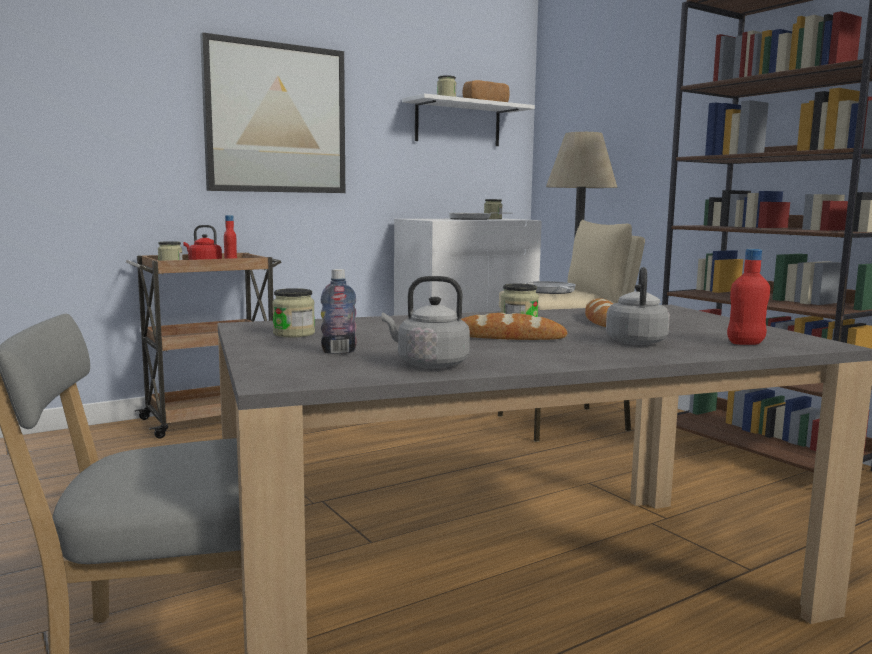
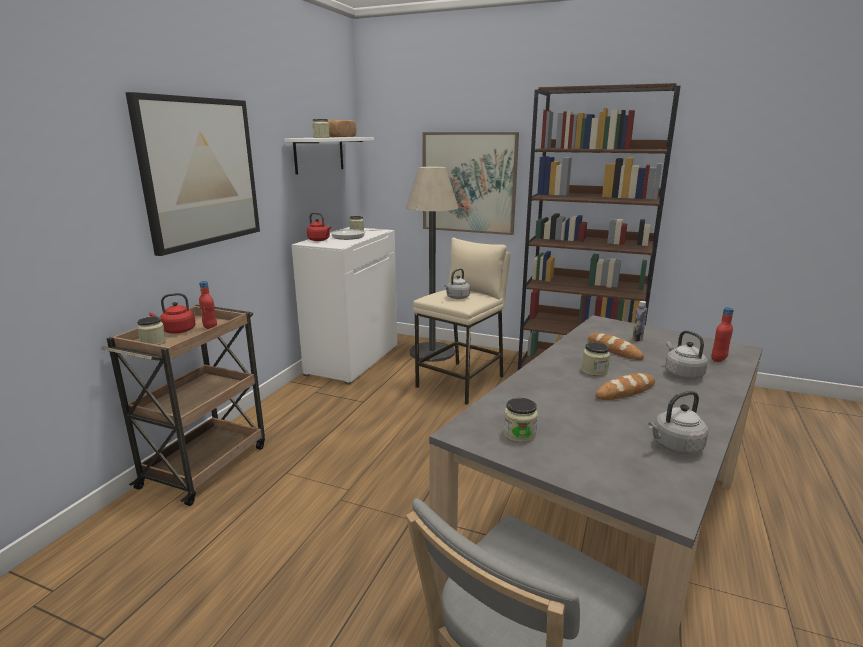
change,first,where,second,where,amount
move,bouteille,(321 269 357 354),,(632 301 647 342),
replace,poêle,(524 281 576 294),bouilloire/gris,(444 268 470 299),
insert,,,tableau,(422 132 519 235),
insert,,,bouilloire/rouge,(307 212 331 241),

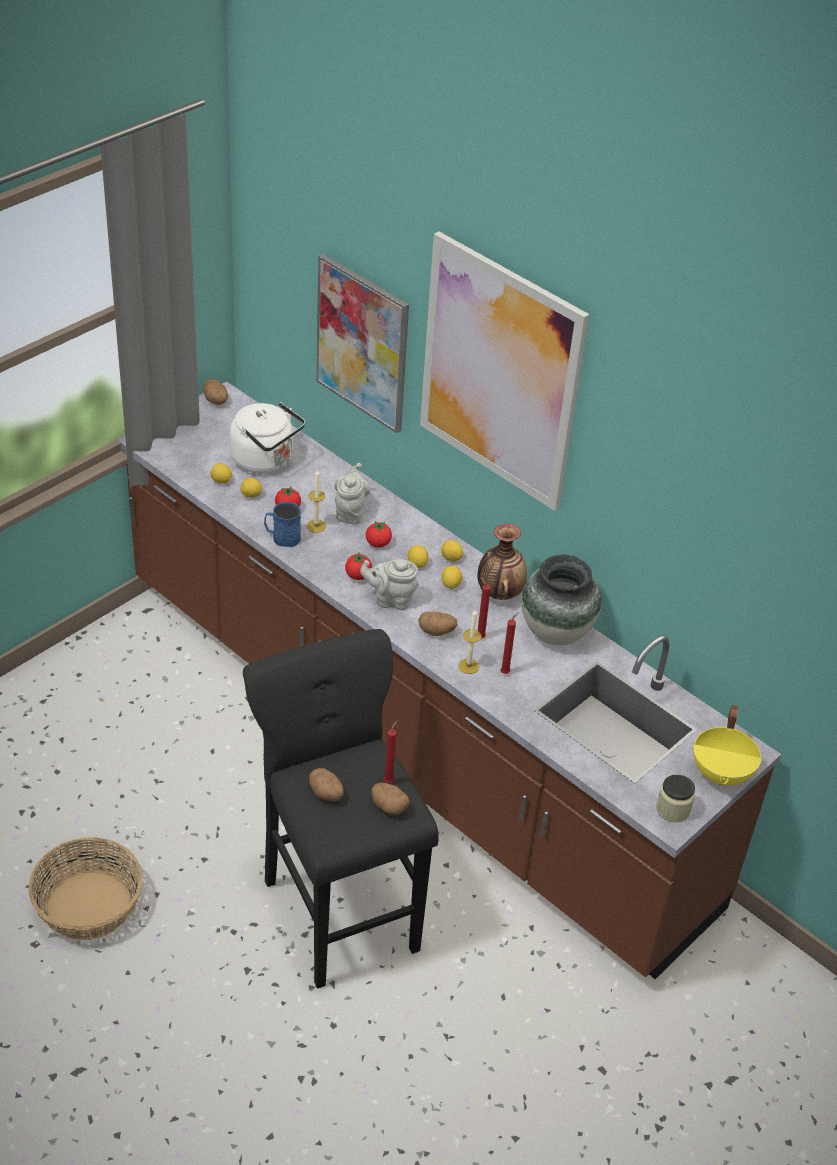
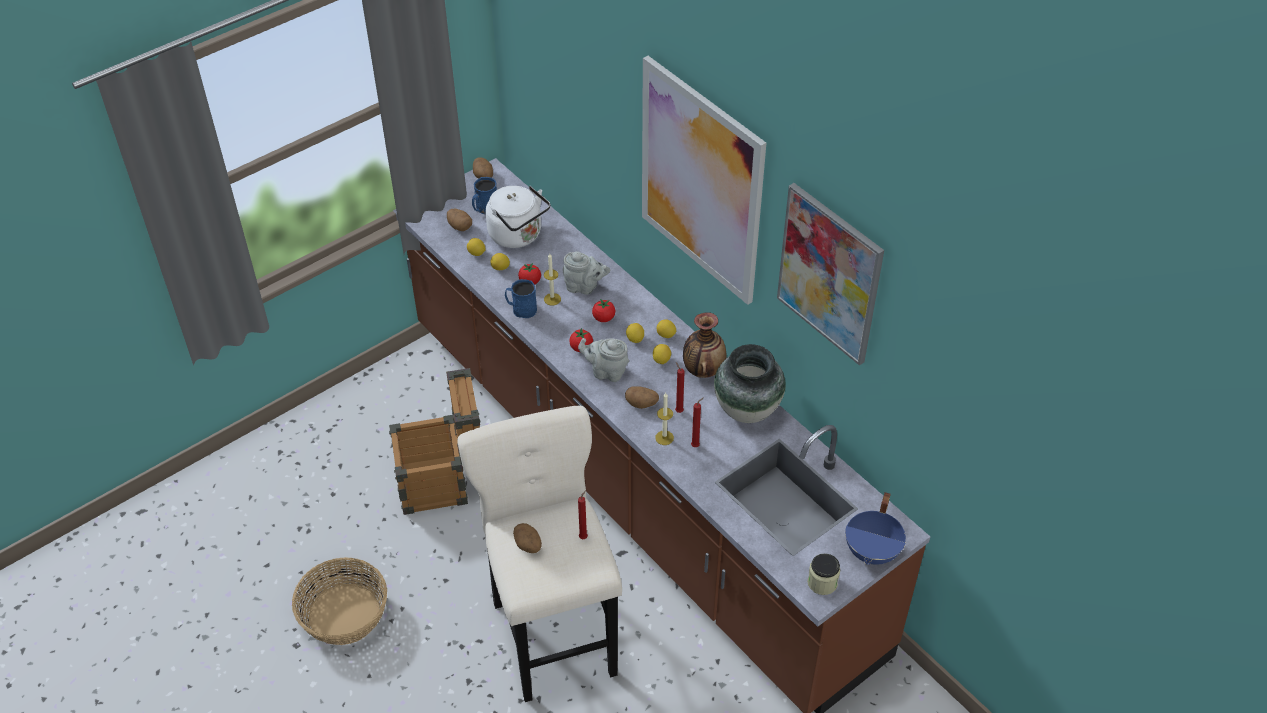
change,first,where,second,where,amount
move,tableau,(316 254 409 433),,(777 183 884 366),
rotate,théière/gris,(334 463 370 525),,(563 252 610 295),90 degrees clockwise
recolor,tabouret/noir,(243 629 439 989),tabouret/beige,(457 406 622 702),
recolor,marmite/jaune,(693 705 762 786),marmite/bleu,(845 492 906 565),
move,pomme de terre,(371 783 410 815),,(447 209 472 231),
insert,,,mug/bleu,(472 177 497 214),
insert,,,caisse,(389 368 480 515),

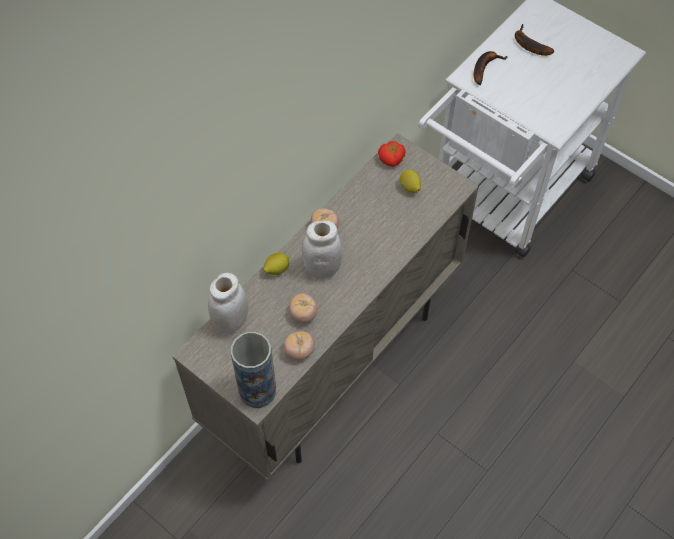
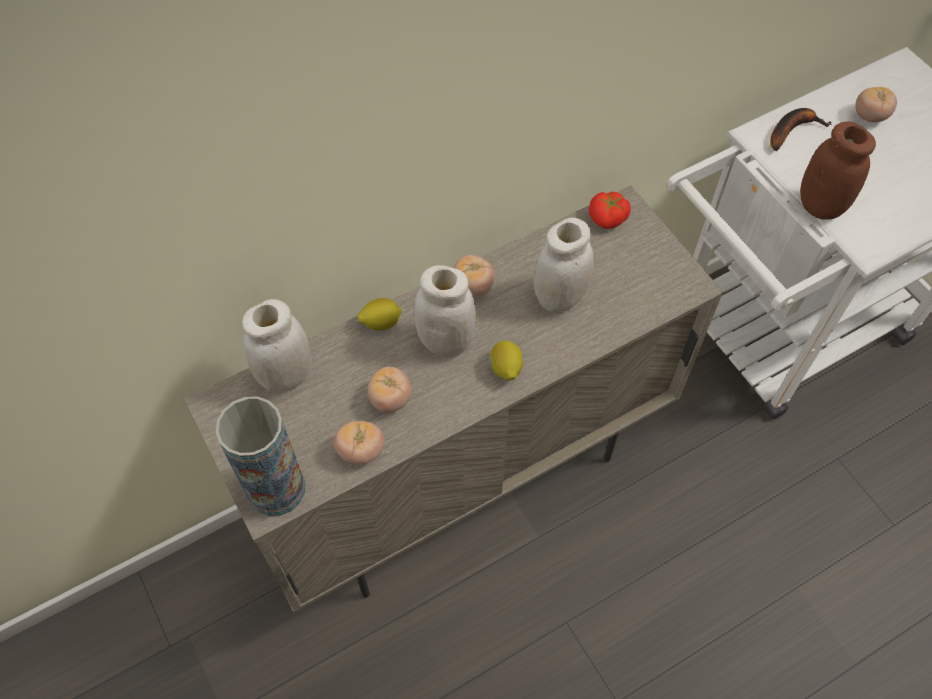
change,first,where,second,where,amount
replace,banane,(515 24 554 56),tomate,(855 87 897 123),
move,citron,(400 170 421 193),,(490 340 523 381),
insert,,,bocal/marron,(800 122 876 220),
insert,,,bocal/blanc,(533 218 594 313),

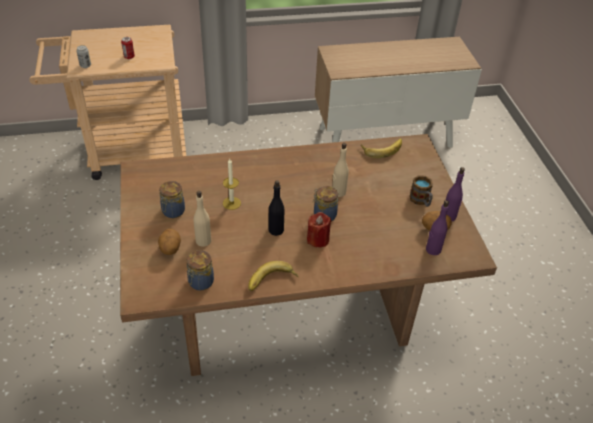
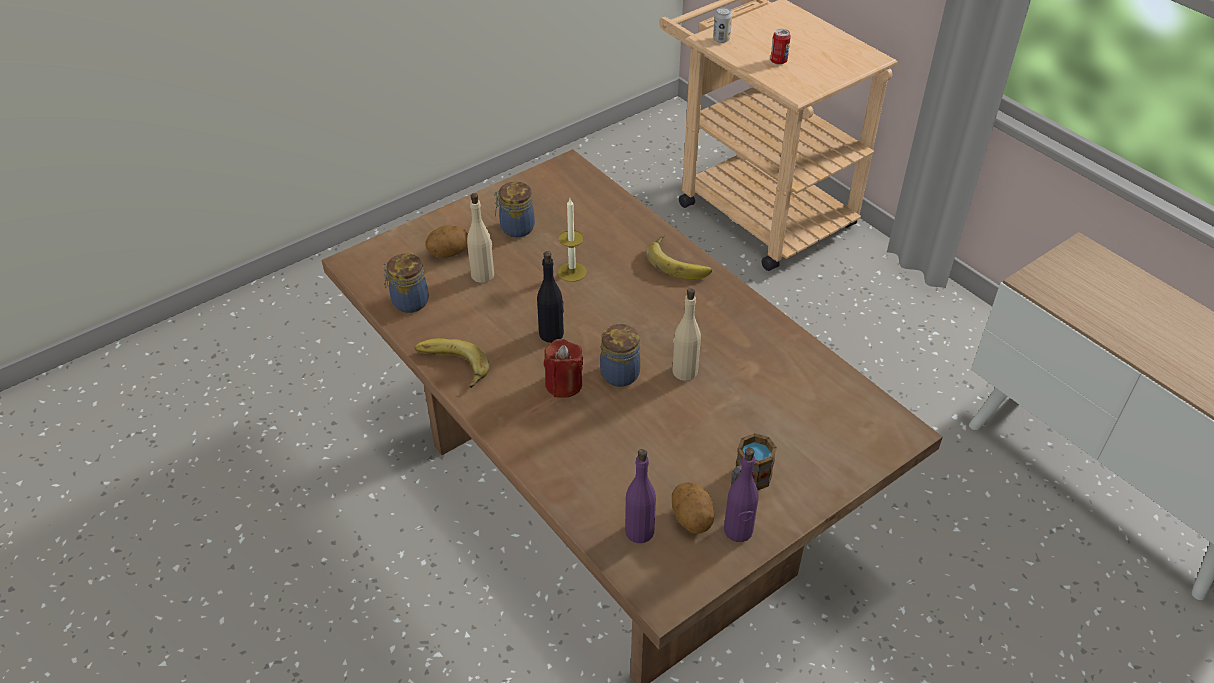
change,first,where,second,where,amount
move,banane,(361 139 402 158),,(646 235 712 279),

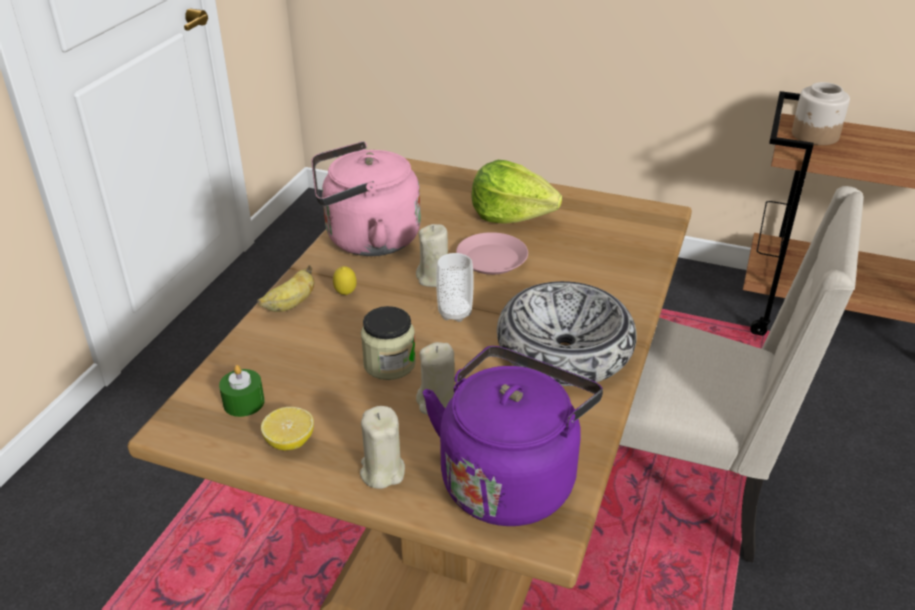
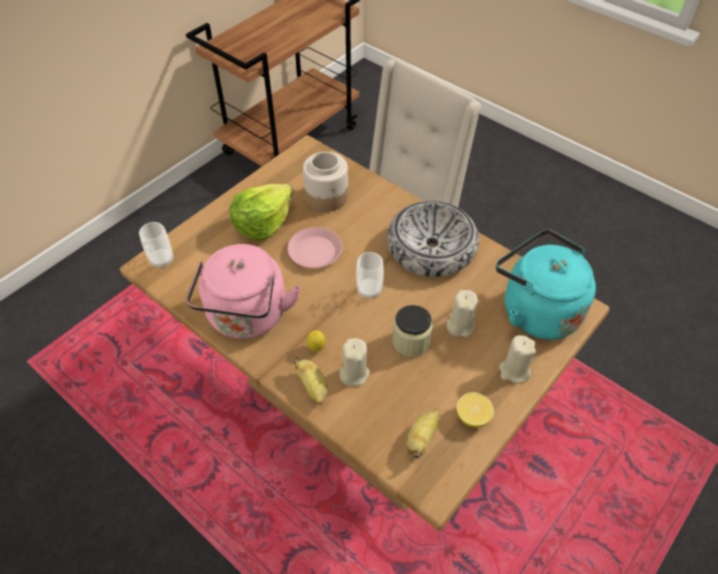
change,first,where,second,where,amount
move,bocal,(792 82 850 145),,(303 152 348 212),
move,bougie/beige,(416 224 448 287),,(340 338 370 386),
recolor,bouilloire/violet,(423 346 603 526),bouilloire/turquoise,(496 230 596 340),
replace,bougie/vert,(219 365 265 417),banane,(406 409 440 458),
insert,,,tasse,(139 222 173 268),

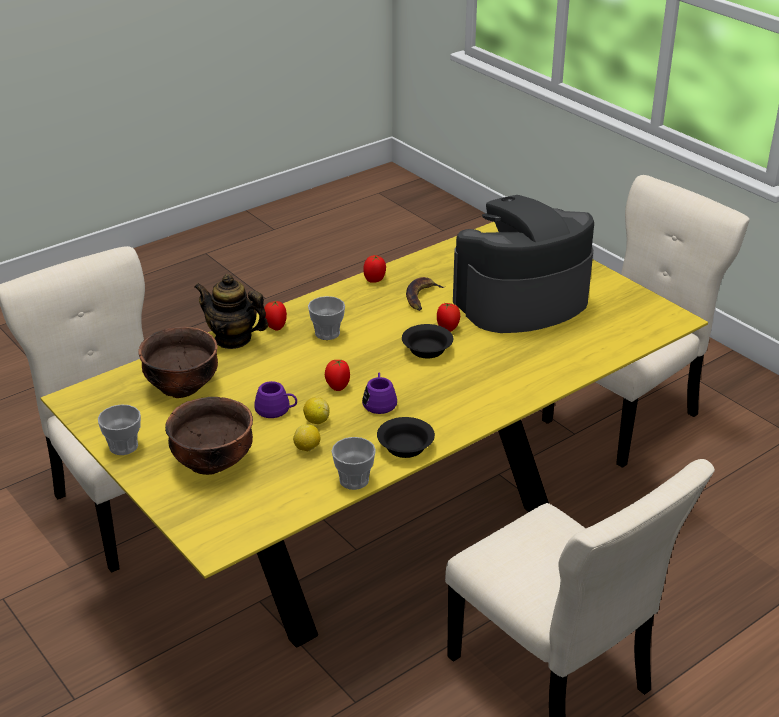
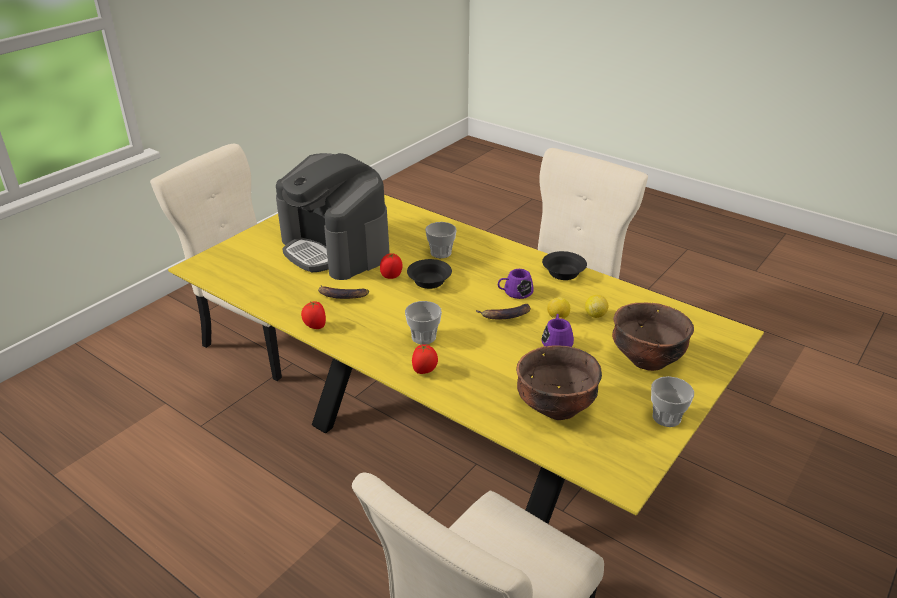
change,first,where,second,where,amount
delete,théière,(194 274 269 349),,,
replace,tomate,(325 359 350 391),banane,(476 304 531 319),
move,tasse,(332 437 376 490),,(425 222 457 258),

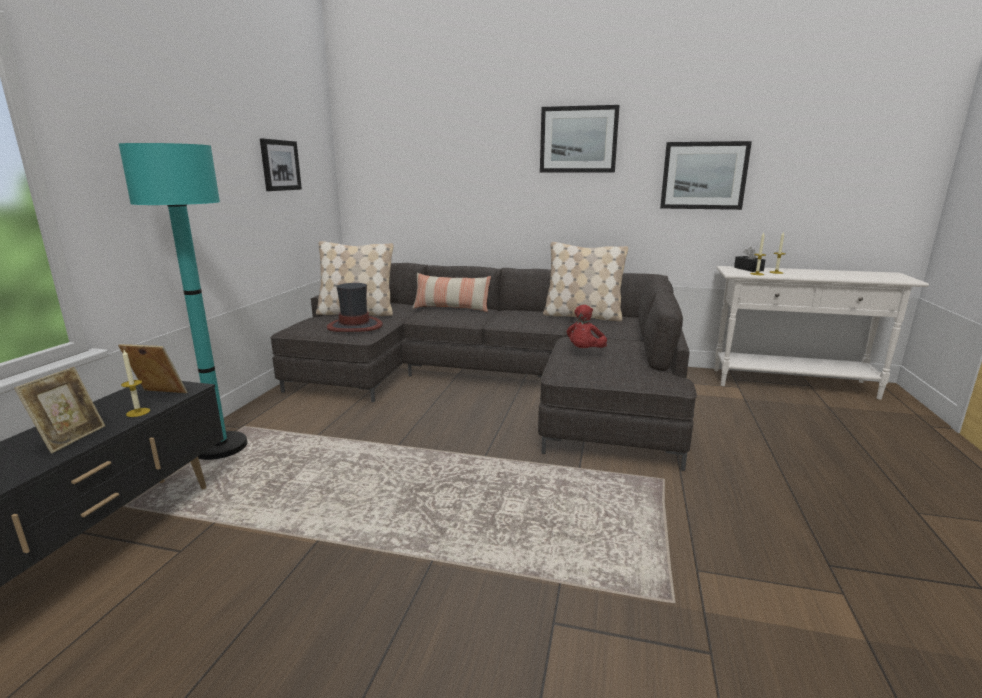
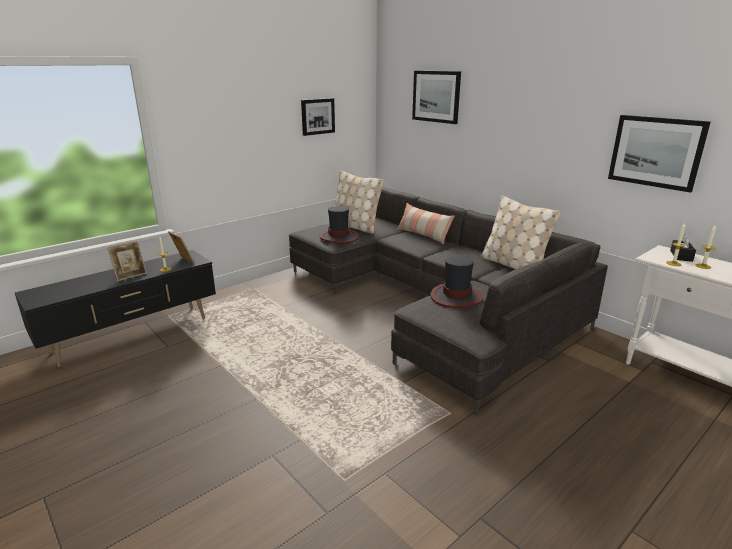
change,first,where,second,where,amount
move,tableau,(540 105 620 172),,(412 71 461 124),
delete,lampadaire/turquoise,(119 143 248 460),,,
replace,peluche/rouge,(567 305 607 348),chapeau,(430 255 483 308),

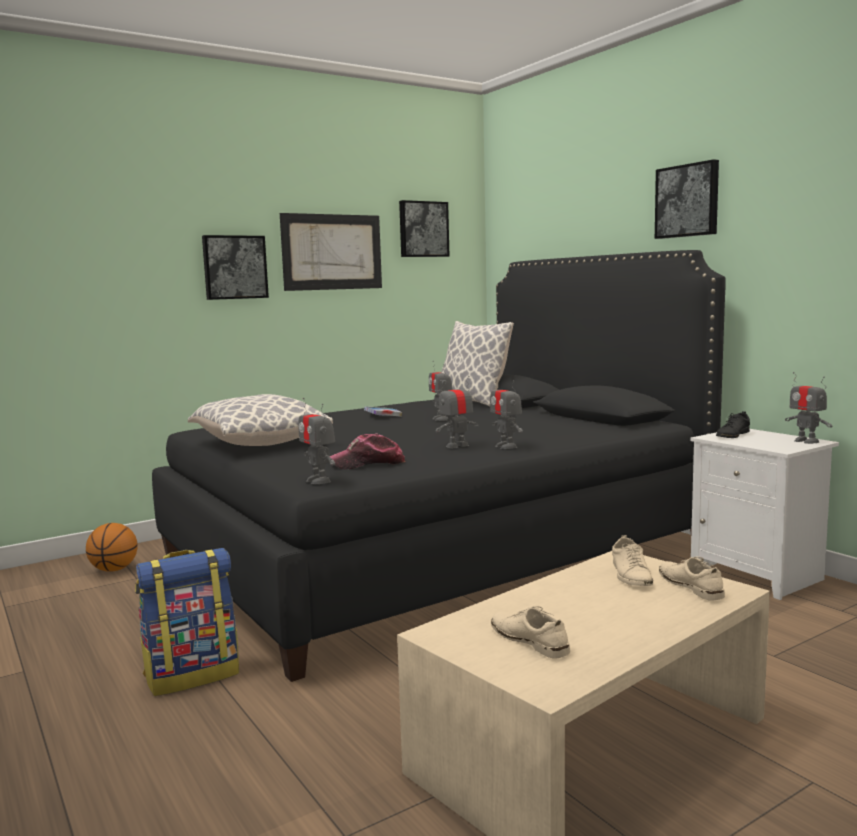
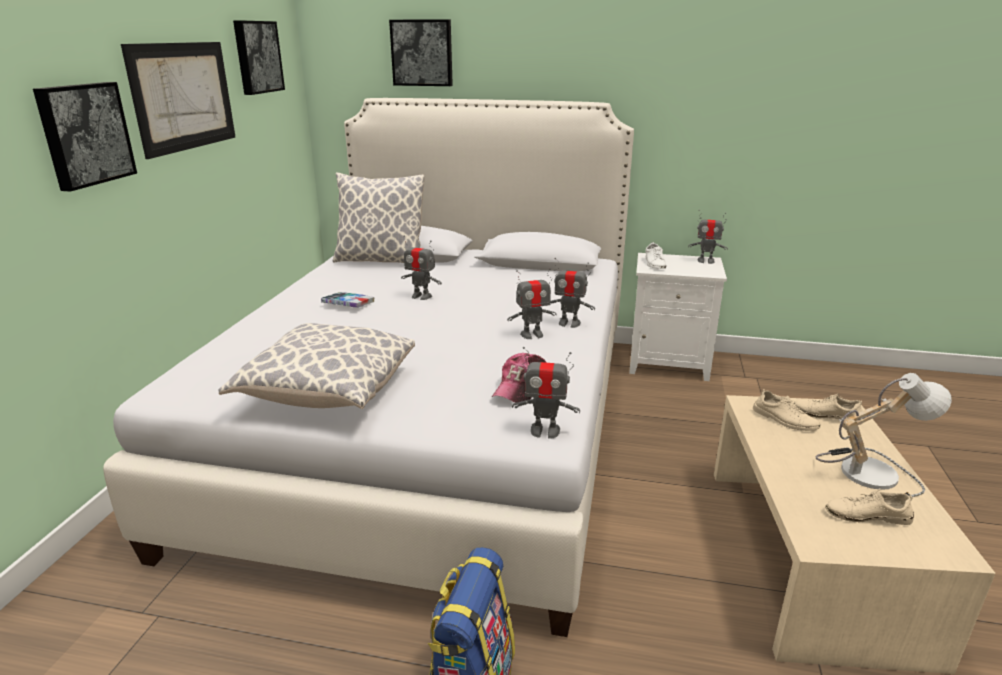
change,first,where,second,where,amount
move,tableau,(655 159 719 239),,(389 19 453 86),
recolor,lit/noir,(152 250 726 682),lit/blanc,(103 98 634 637),
rotate,robot jouet,(435 376 479 449),,(507 269 557 339),120 degrees counterclockwise
recolor,chaussure/noir,(716 411 750 438),chaussure/blanc,(645 242 666 269),
delete,ballon de basket,(86 523 138 572),,,
insert,,,lampe de table,(816 373 952 498),

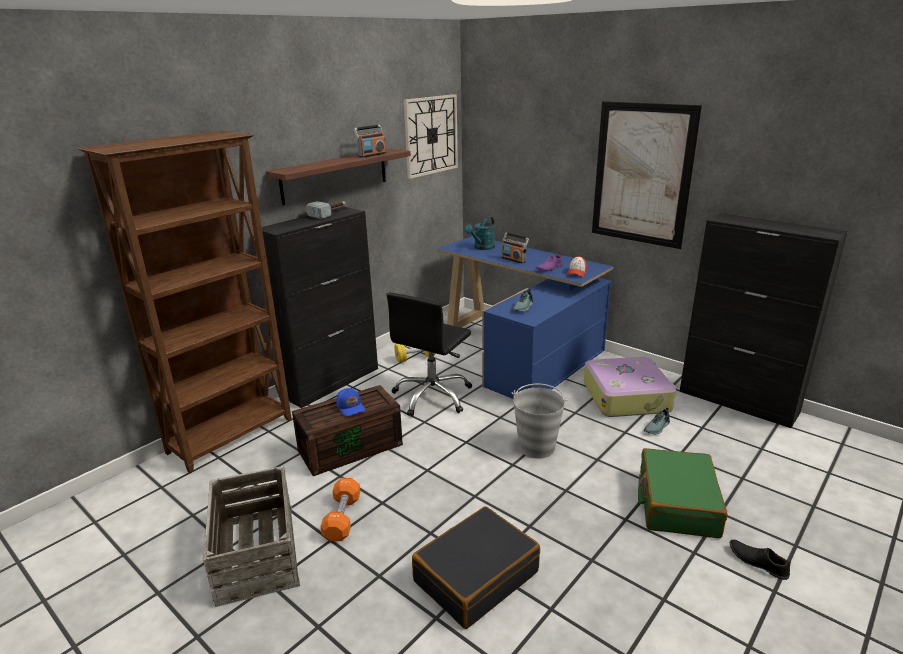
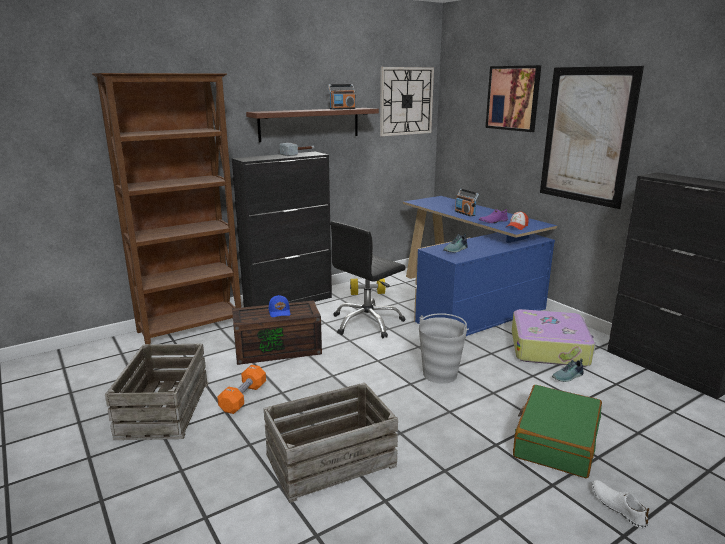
change,first,where,second,where,amount
delete,arrosoir/turquoise,(464 217 495 250),,,
replace,valise/noir,(412 506 540 629),caisse,(264 383 398 503),
recolor,chaussure/noir,(730 540 791 580),chaussure/blanc,(592 480 649 528),
insert,,,tableau,(485 65 541 132),

